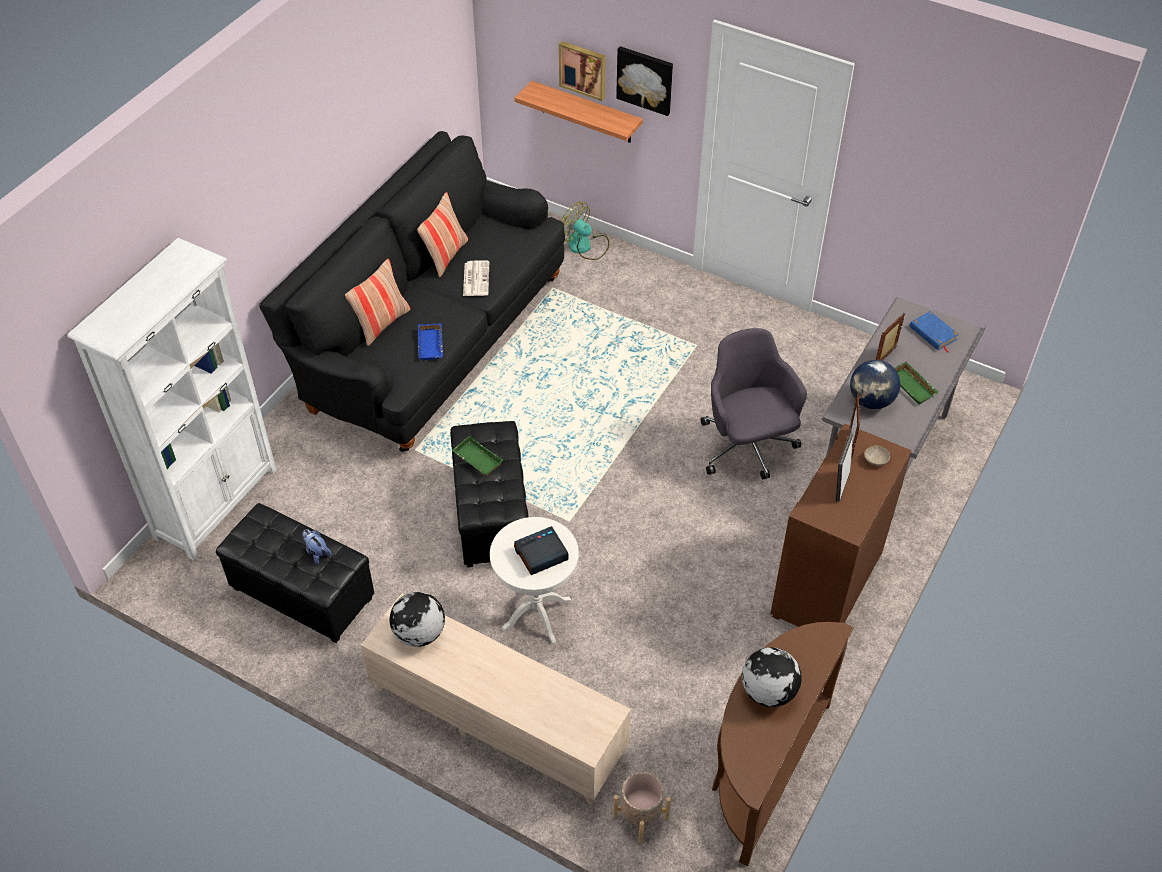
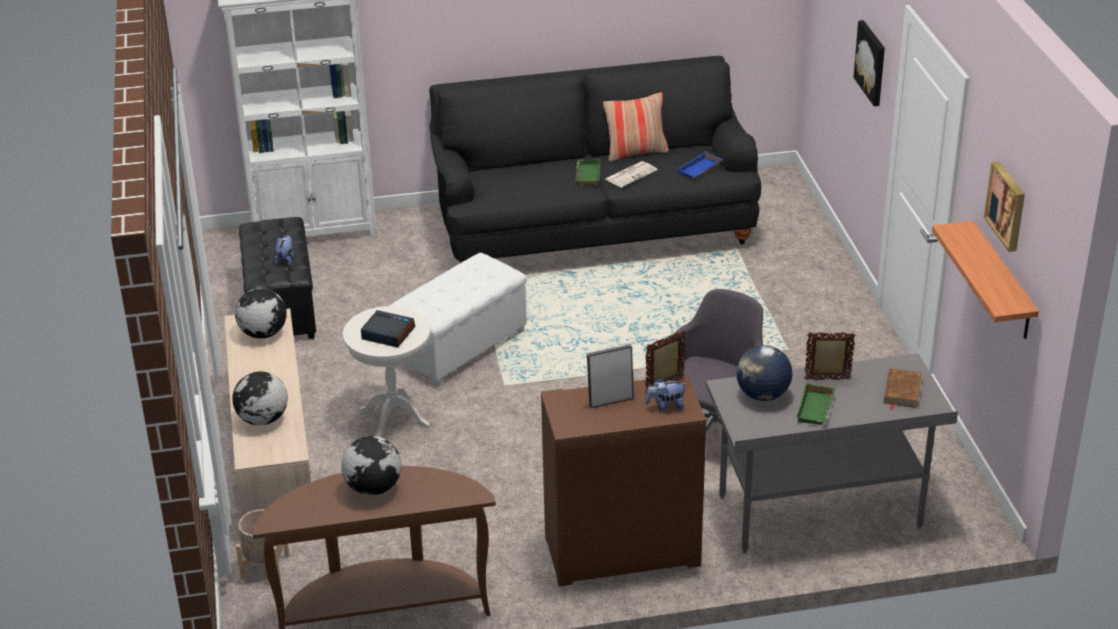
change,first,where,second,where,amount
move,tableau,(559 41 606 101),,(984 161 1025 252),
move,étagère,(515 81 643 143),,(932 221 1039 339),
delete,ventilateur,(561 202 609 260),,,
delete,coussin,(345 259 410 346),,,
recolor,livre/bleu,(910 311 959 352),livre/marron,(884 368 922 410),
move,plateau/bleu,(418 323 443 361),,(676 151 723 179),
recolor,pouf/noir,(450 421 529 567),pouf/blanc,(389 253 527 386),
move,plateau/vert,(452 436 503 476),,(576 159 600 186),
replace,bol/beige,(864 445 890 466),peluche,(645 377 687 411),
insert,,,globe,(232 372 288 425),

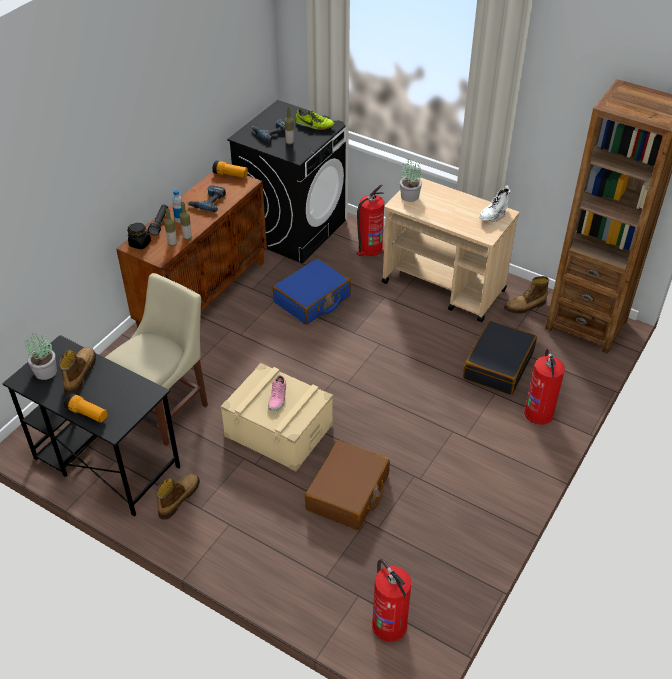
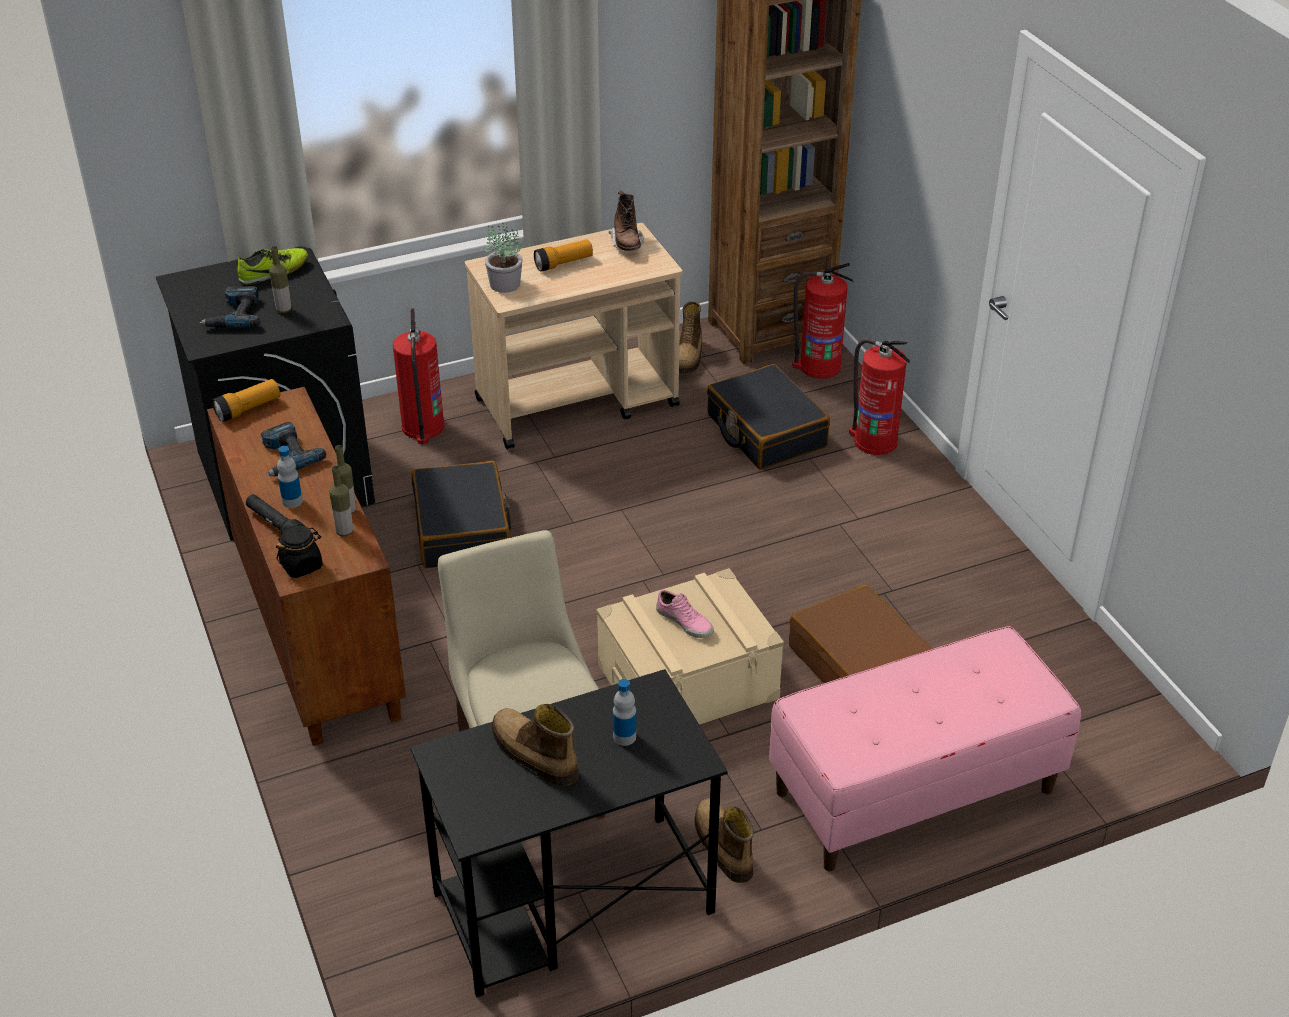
change,first,where,second,where,amount
recolor,botte/blanc,(479 186 511 222),botte/marron,(609 191 643 251),
recolor,valise/bleu,(272 258 351 325),valise/noir,(412 461 511 568),
delete,plante en pot,(25 334 57 380),,,
move,lampe de poche,(64 393 108 423),,(534 239 593 272),
move,extincteur,(372 559 411 642),,(792 263 853 379),
insert,,,banc/rose,(769 626 1081 871),
insert,,,bouteille,(613 679 636 746),

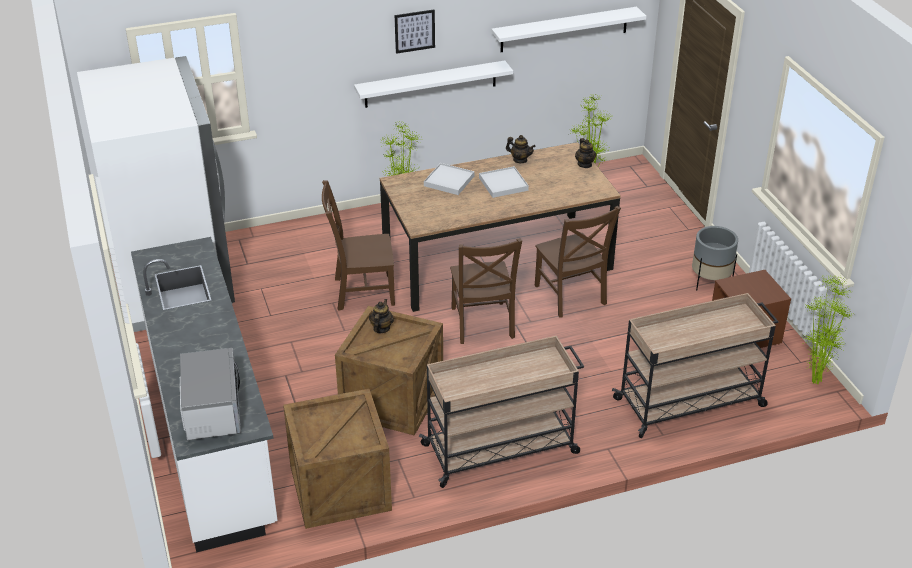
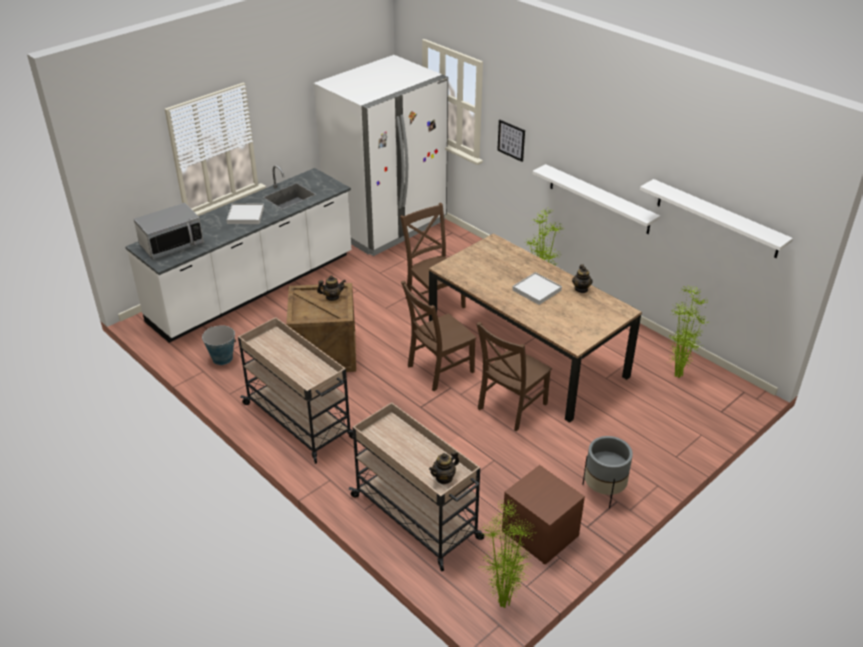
change,first,where,second,where,amount
move,tableau,(395 9 435 54),,(497 120 525 162),
move,théière,(575 138 596 168),,(429 451 459 484),
move,plateau/blanc,(424 163 474 195),,(226 203 264 224),
replace,caisse,(283 389 392 529),seau,(202 325 236 365),

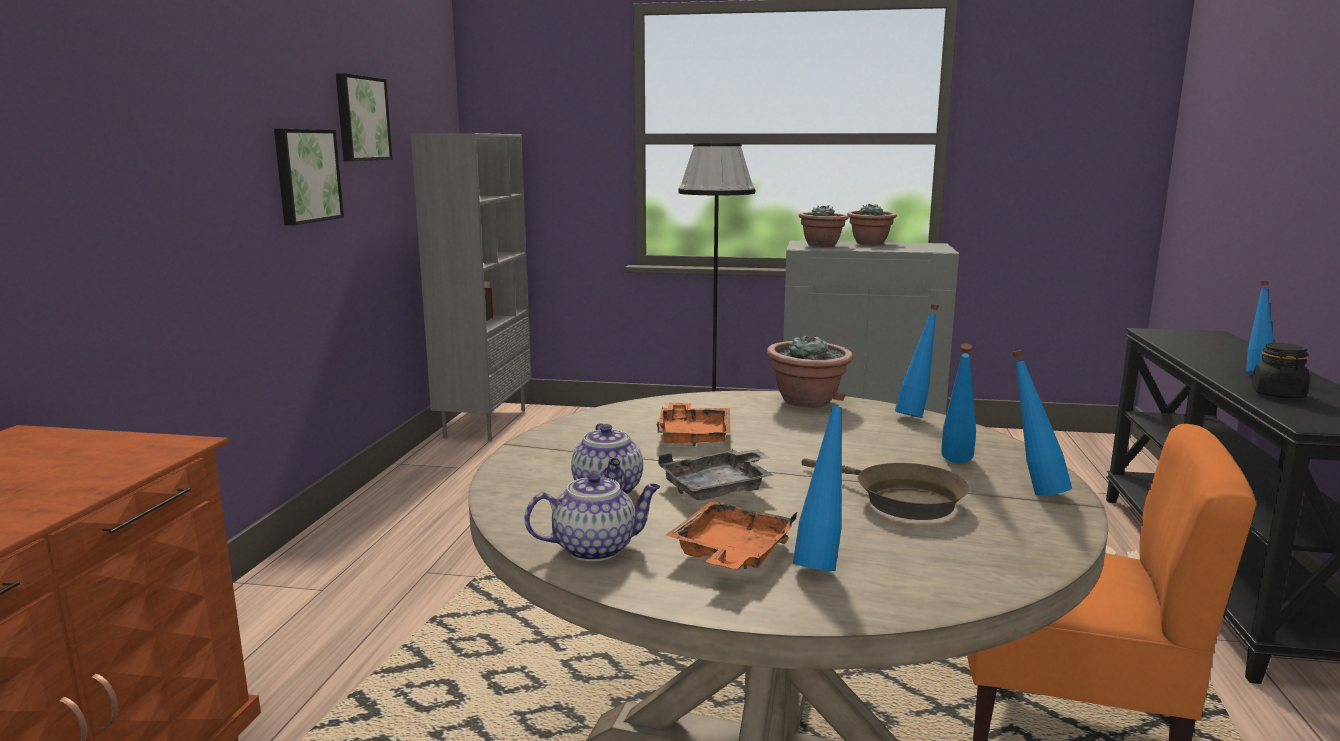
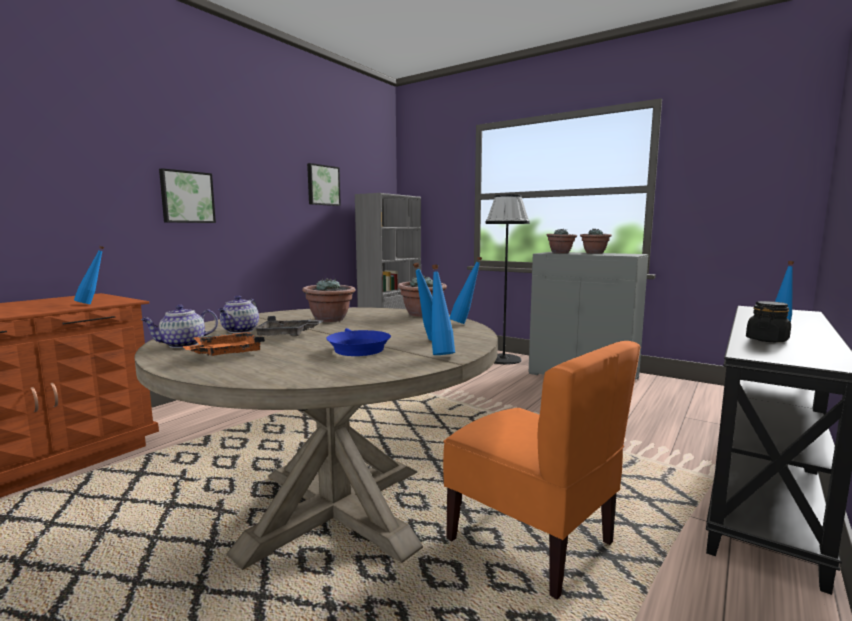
change,first,where,second,where,amount
move,tableau,(274 129 344 225),,(159 168 216 223),
move,bouteille/bleu,(793 392 846 571),,(74 246 104 304),
replace,plateau/orange,(657 402 730 446),plante en pot,(302 278 356 322),
recolor,poêle/marron,(801 458 970 520),poêle/bleu,(326 328 391 356),
rotate,théière,(524 472 660 561),,(141 305 218 348),135 degrees clockwise

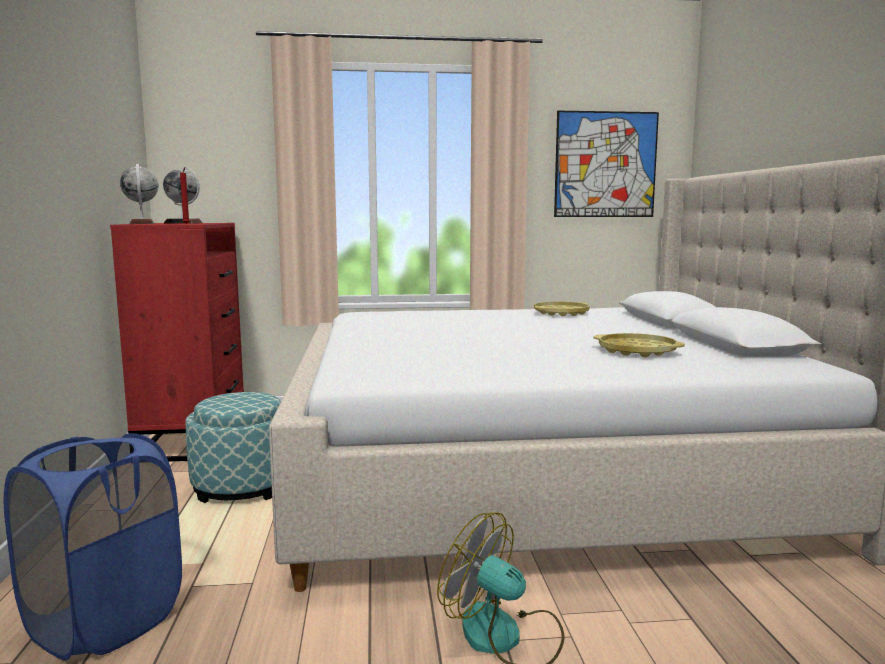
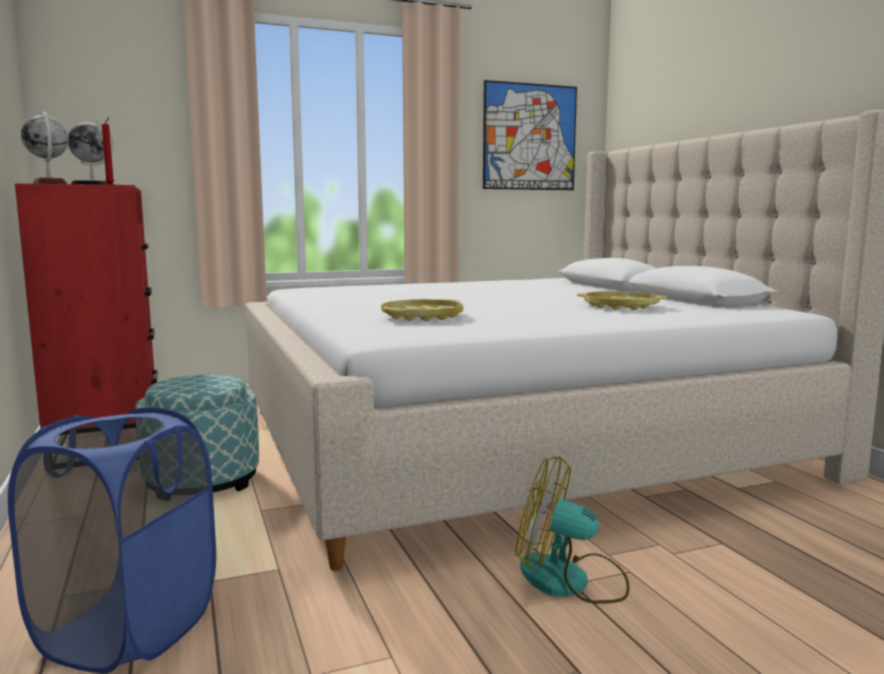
change,first,where,second,where,amount
move,plateau/jaune,(534 301 590 316),,(381 299 463 321),

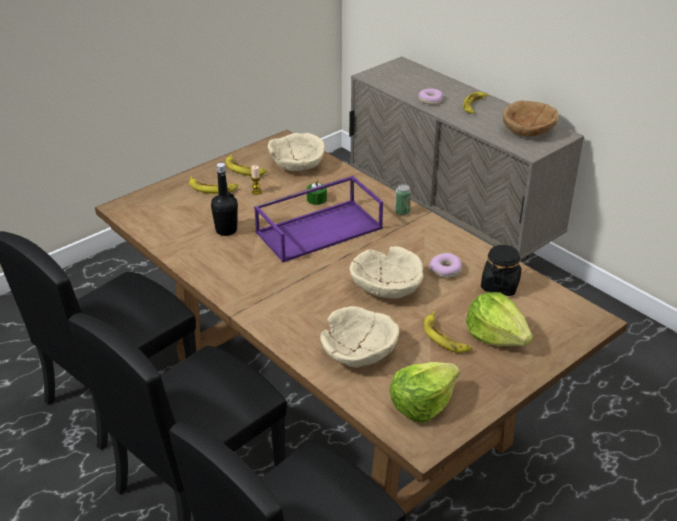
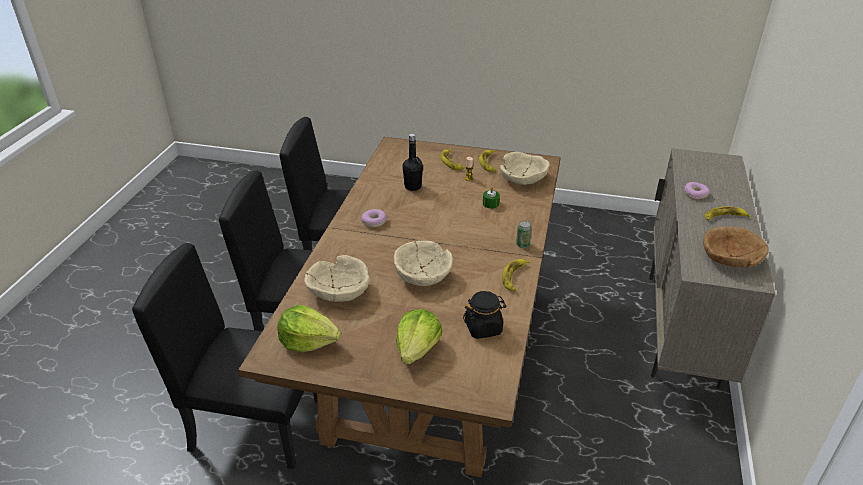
change,first,where,second,where,amount
delete,plateau/violet,(254 176 383 262),,,
move,beignet,(429 253 462 278),,(361 209 387 227),
move,banane,(424 311 472 353),,(502 259 531 291),

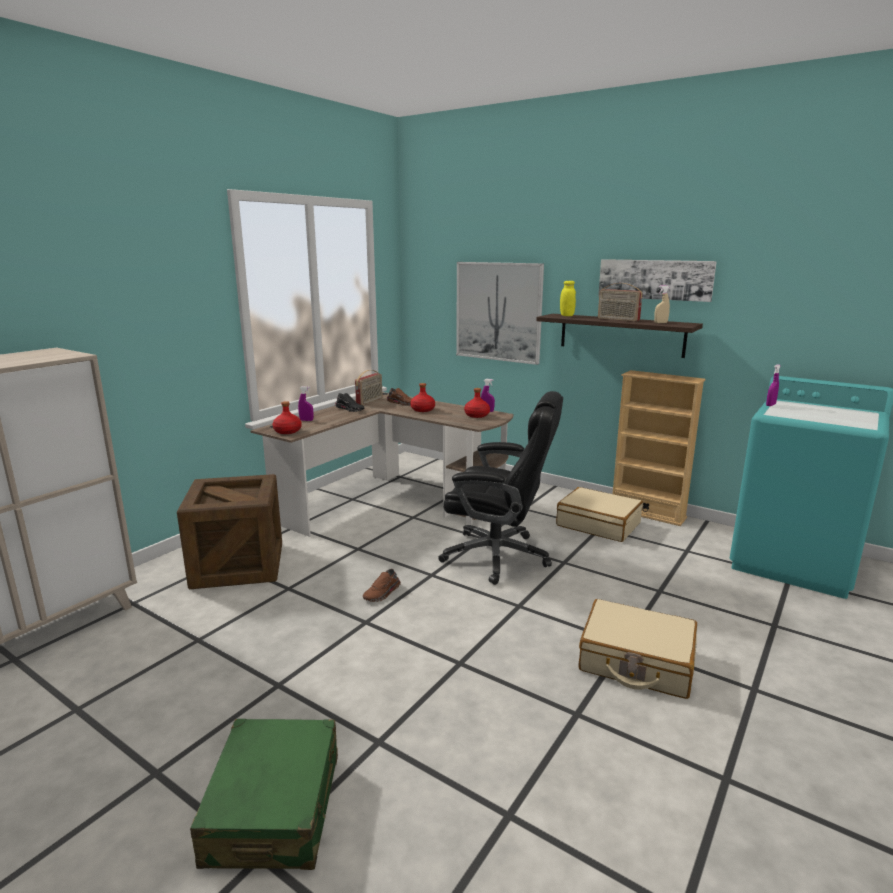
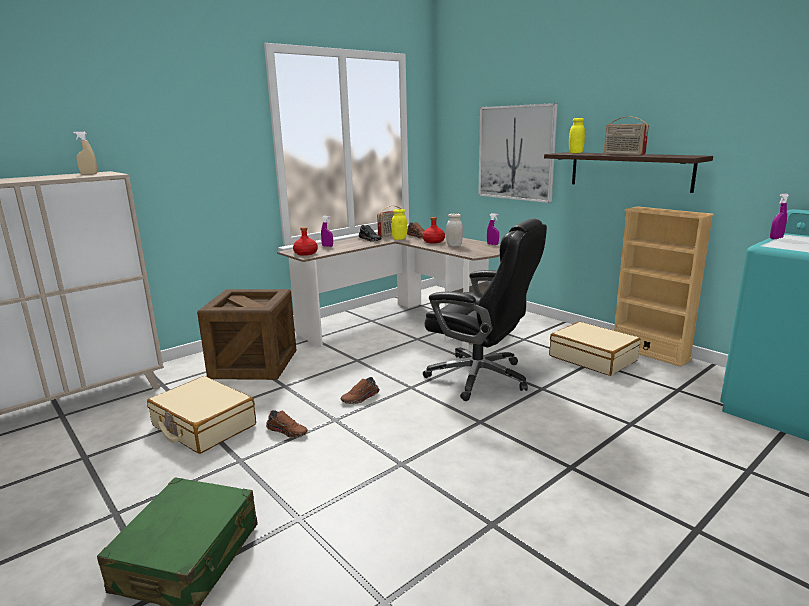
change,first,where,second,where,amount
delete,tableau,(598 259 717 302),,,
move,vaporisateur/beige,(654 285 670 323),,(73 131 98 175),
delete,bouteille/rouge,(464 388 490 418),,,
move,valise/beige,(579 599 697 699),,(147 376 256 454),
insert,,,bocal/jaune,(391 209 407 240),
insert,,,bocal/blanc,(446 213 463 246),
insert,,,chaussure/marron,(266 410 308 438),

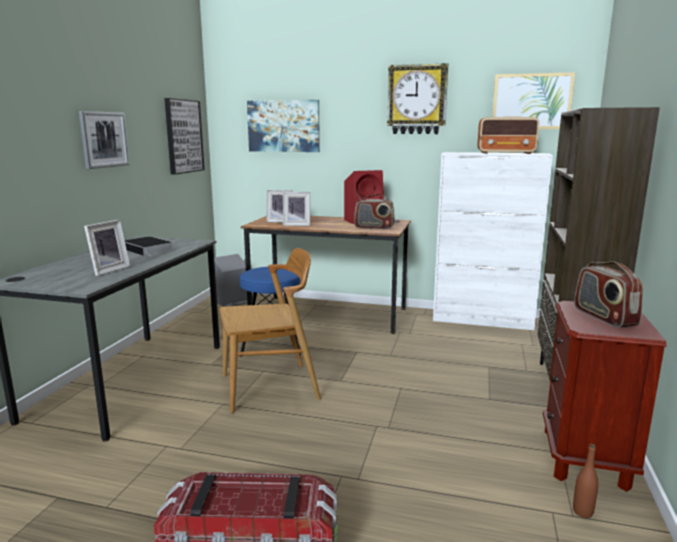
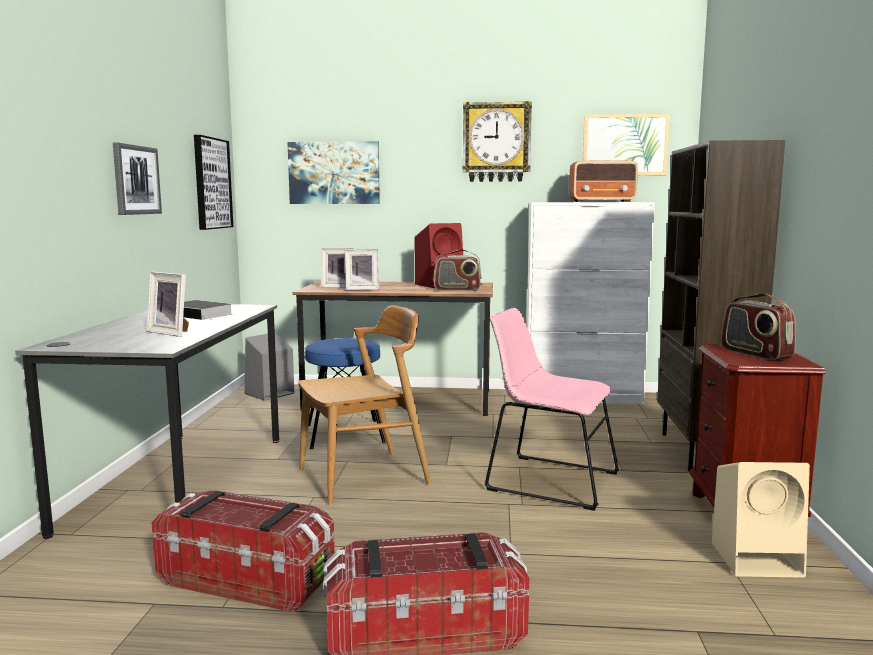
change,first,where,second,where,amount
rotate,cadre photo,(84 220 130 276),,(147 272 189 337),105 degrees clockwise
replace,bouteille/marron,(573 444 598 518),enceinte/beige,(712 462 810 578),
insert,,,chaise/rose,(485 308 619 511),
insert,,,boîte de rangement,(152 490 335 613),

